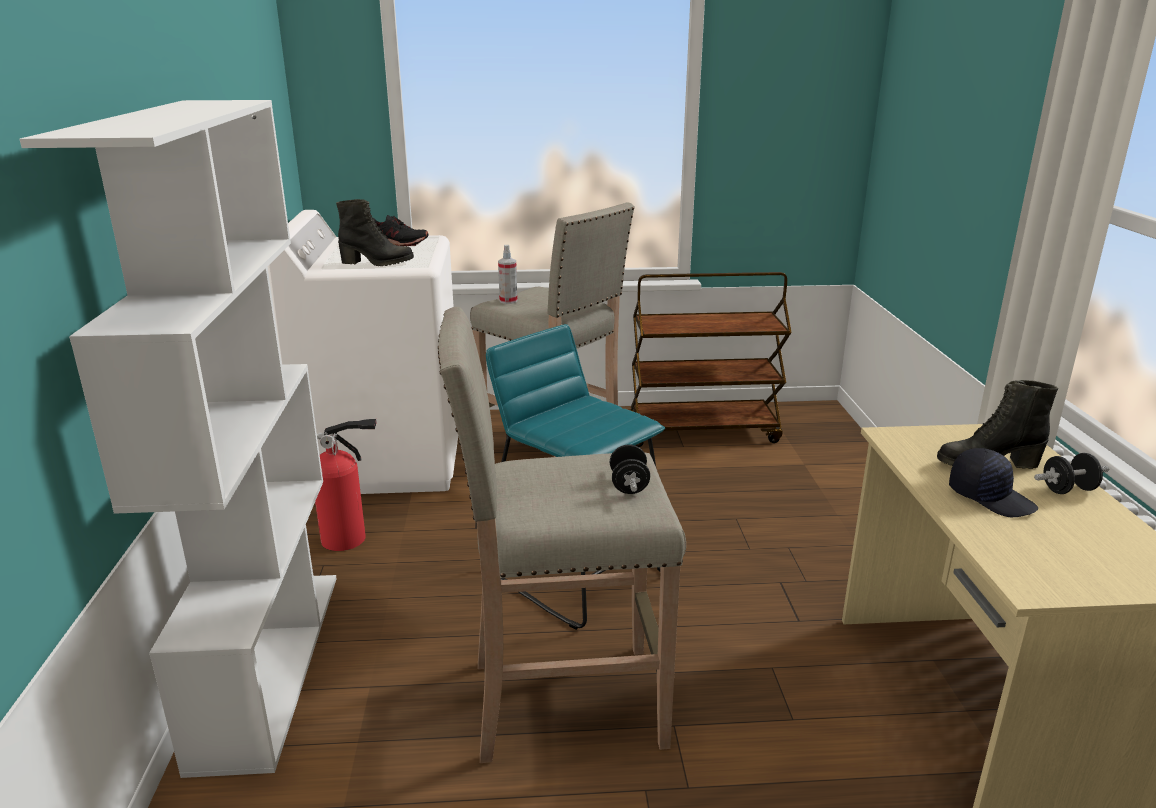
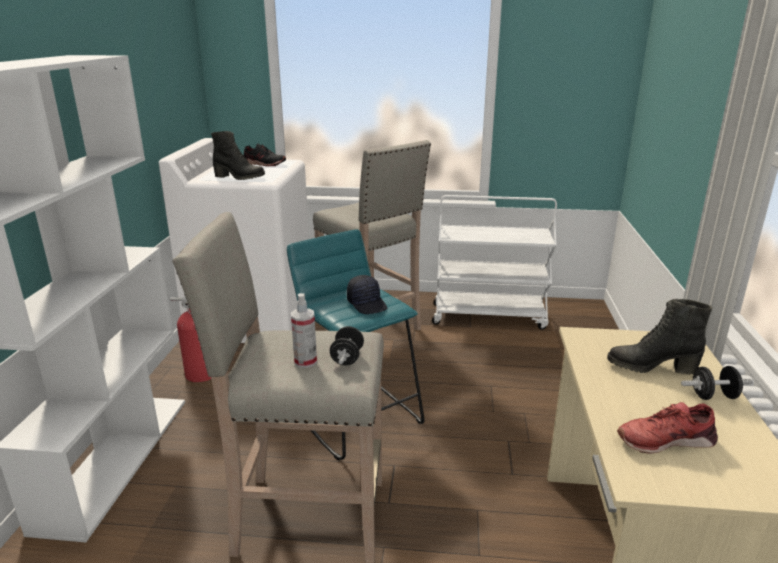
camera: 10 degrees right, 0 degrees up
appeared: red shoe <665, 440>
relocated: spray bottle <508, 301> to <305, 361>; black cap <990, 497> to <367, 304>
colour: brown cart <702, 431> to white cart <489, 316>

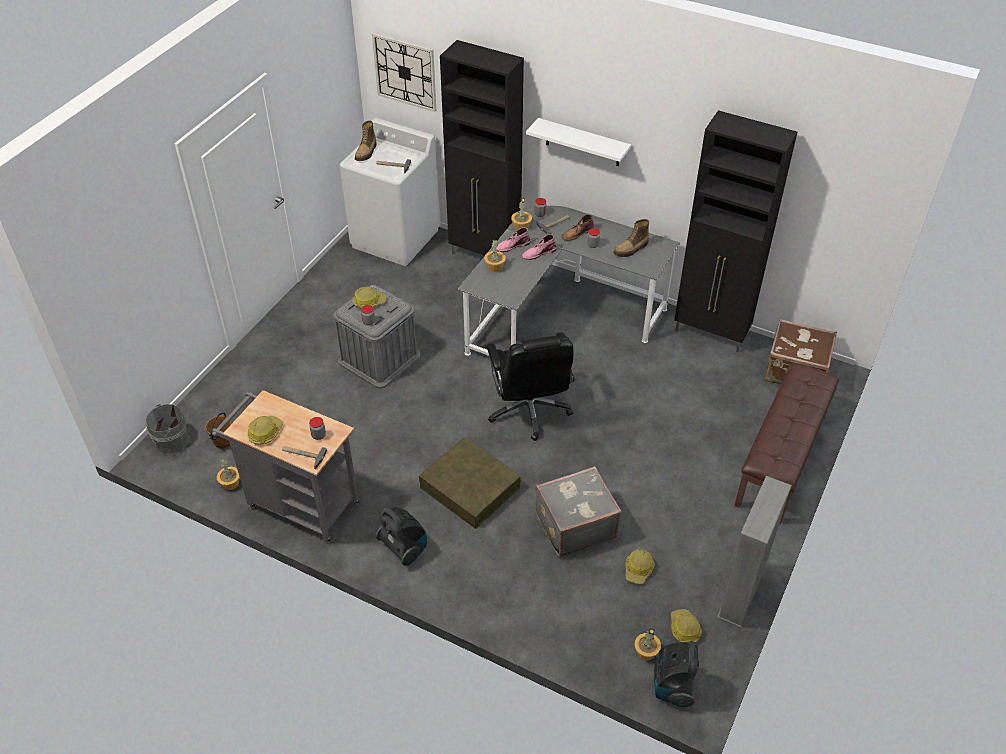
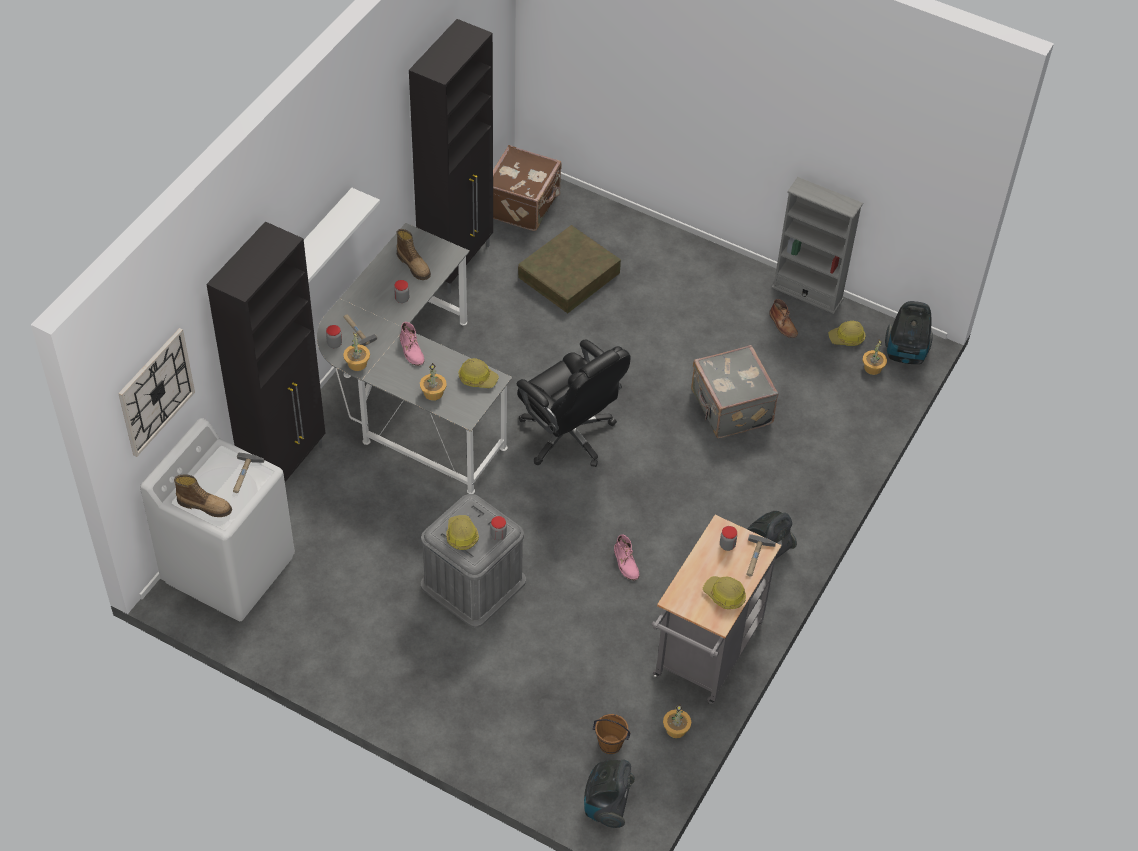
camera: 90 degrees left, 5 degrees up
missing: brown bench <782, 459>
relocated: brown storage box <470, 488> to <569, 275>; pink boot <512, 246> to <626, 563>; brown boot <577, 233> to <783, 324>; hard hat <638, 569> to <477, 378>
exchanged: grey bucket <170, 441> to vacuum cleaner <607, 805>
spun: black office chair <529, 410> = <569, 436> 60 degrees clockwise

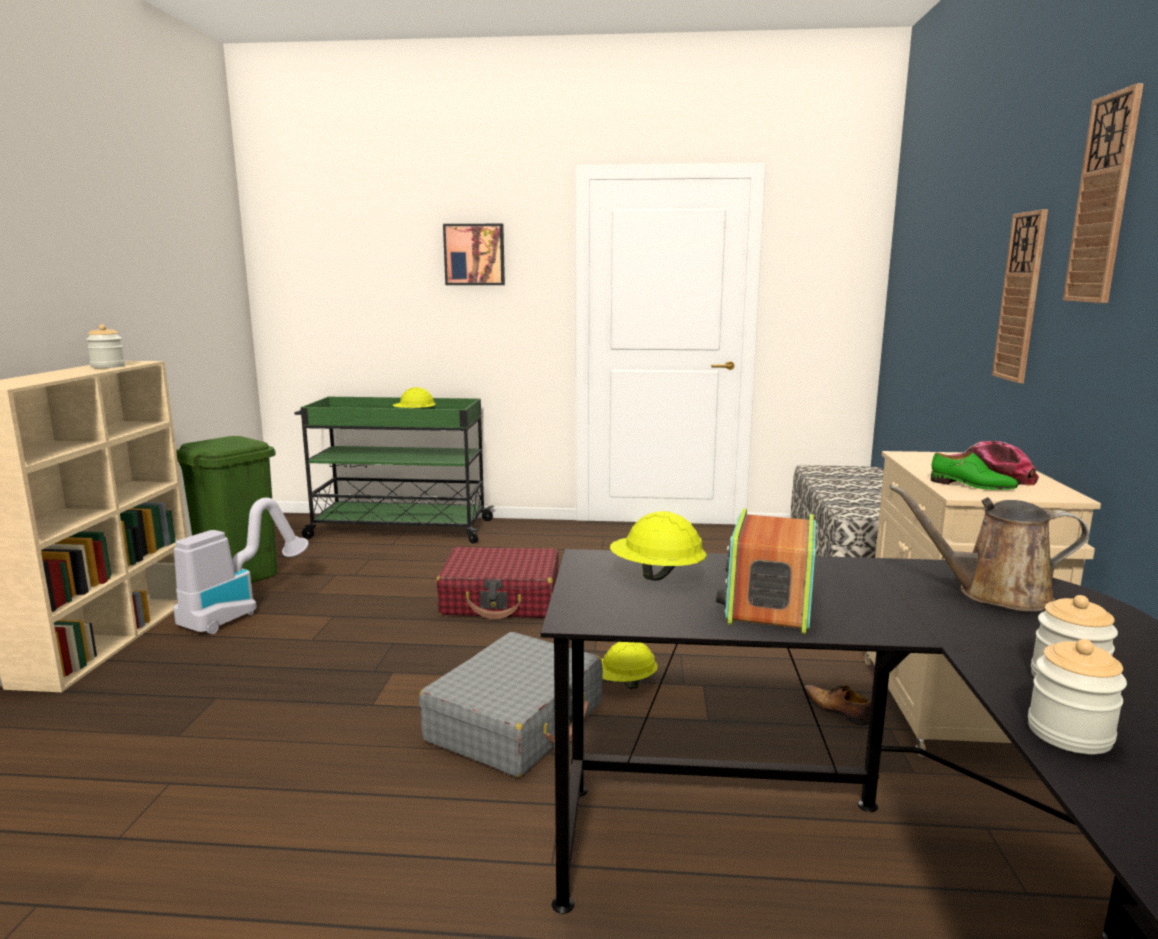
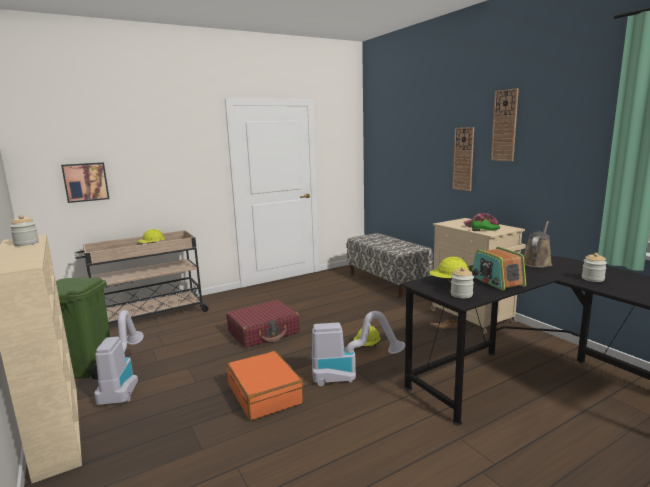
camera: 35 degrees left, 0 degrees up
appeared: orange suitcase <265, 394>
relocated: picture <474, 254> to <85, 182>; jar <1069, 734> to <461, 295>
exchanged: grey suitcase <516, 722> to vacuum cleaner <350, 375>
colour: green cart <398, 529> to beige cart <148, 316>
spun: brown watering can <994, 594> = <537, 262> 150 degrees clockwise

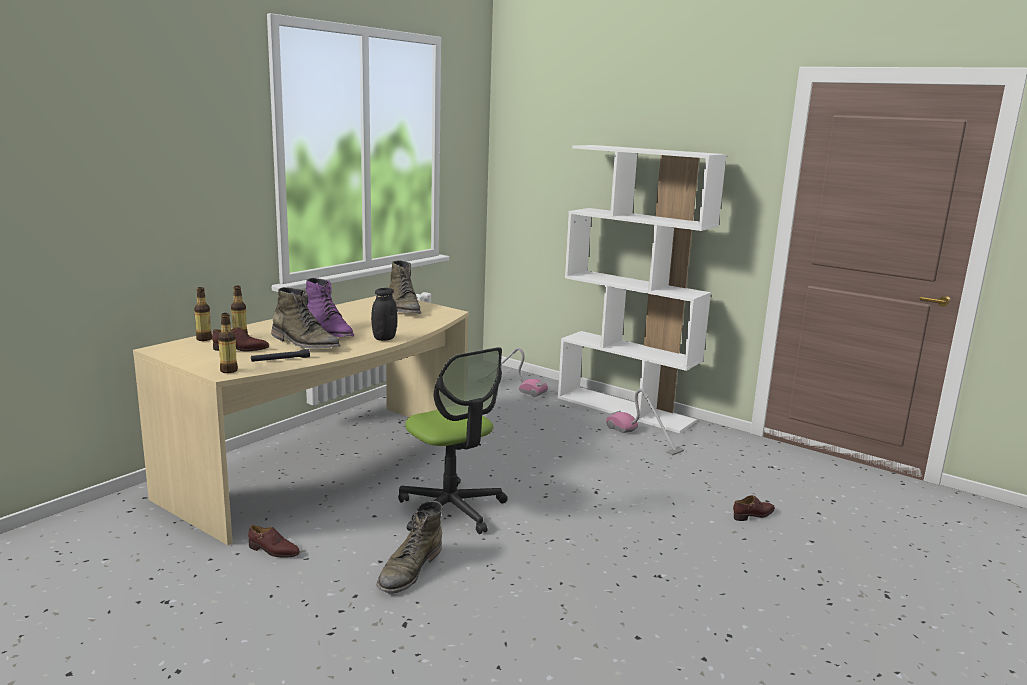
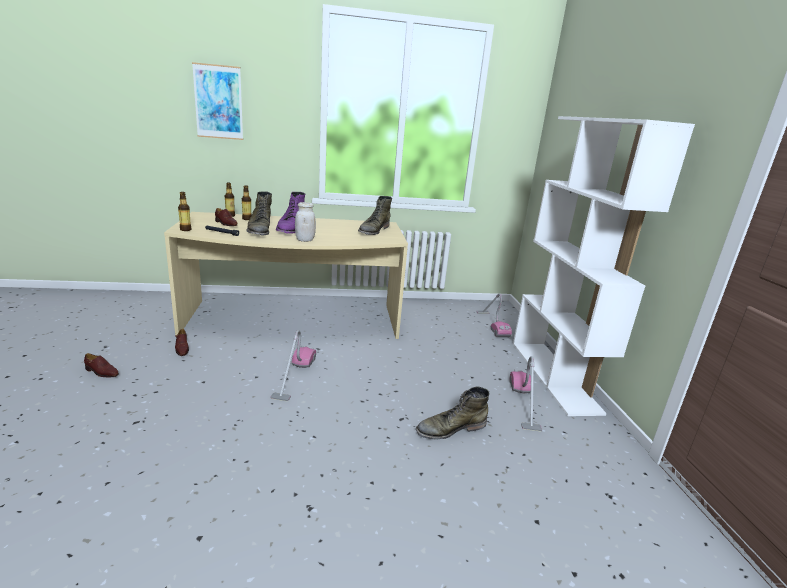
camera: 45 degrees right, 5 degrees up
appeared: picture <218, 102>
relocated: green boot <409, 570> to <450, 428>; brown shoe <754, 515> to <101, 372>
exchanged: office chair <451, 510> to vacuum cleaner <294, 376>
colour: black jar <384, 338> to white jar <305, 240>

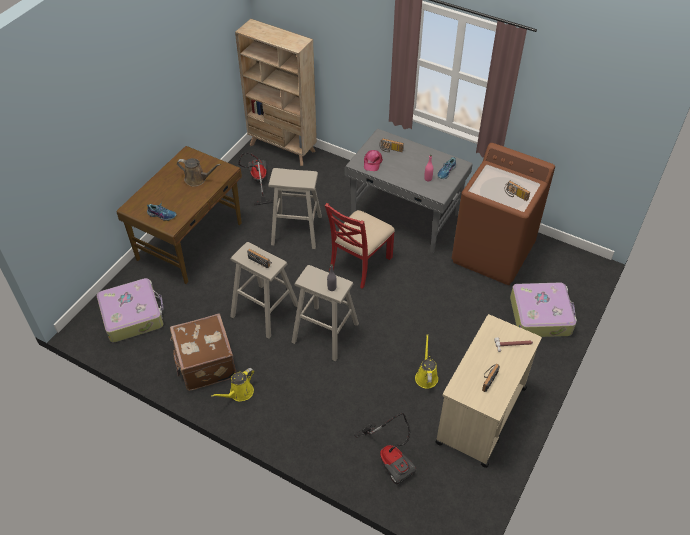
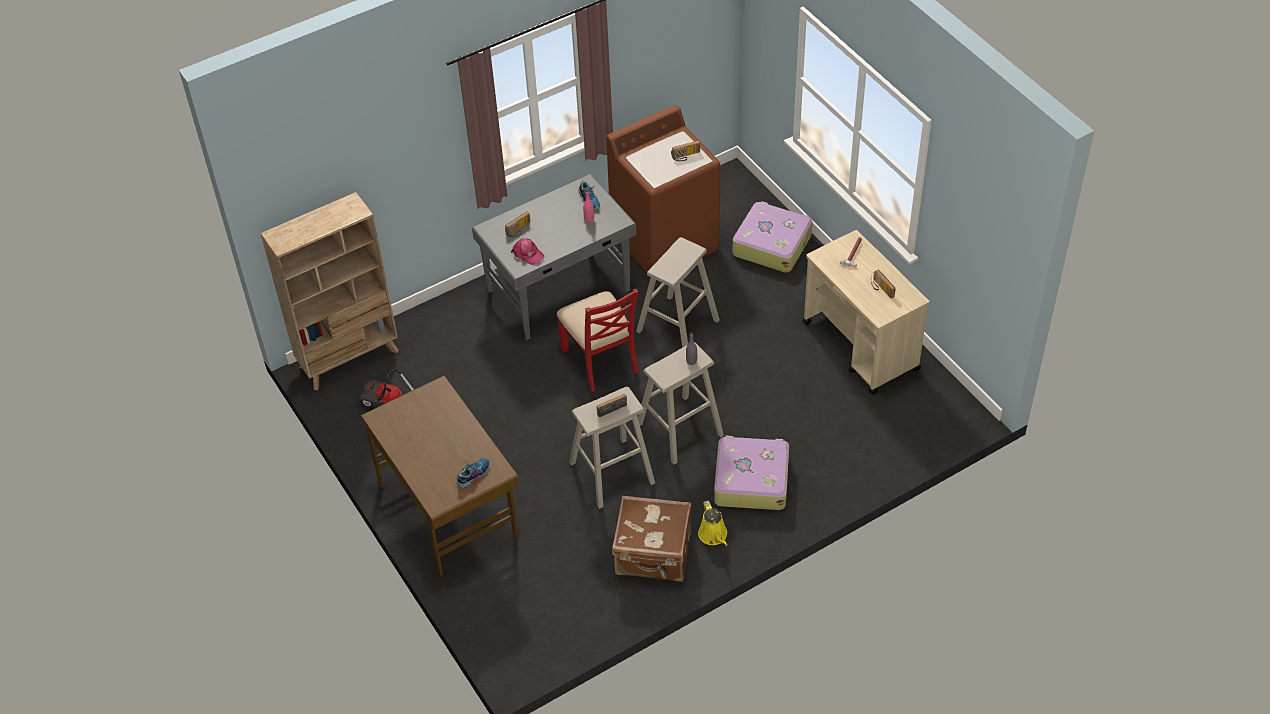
camera: 60 degrees left, 0 degrees up
missing: brown watering can <197, 179>; vacuum cleaner <391, 458>; yellow watering can <426, 376>
relocated: suitcase <132, 315> to <751, 480>; beige stool <296, 230> to <677, 326>

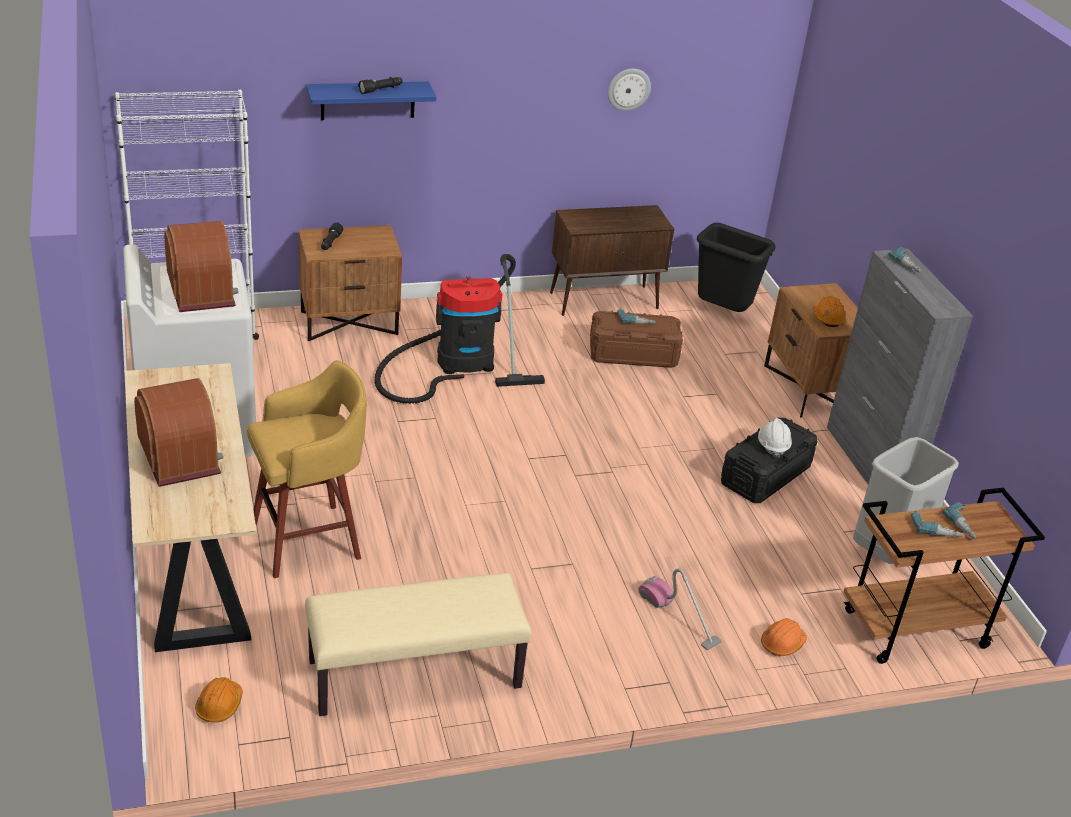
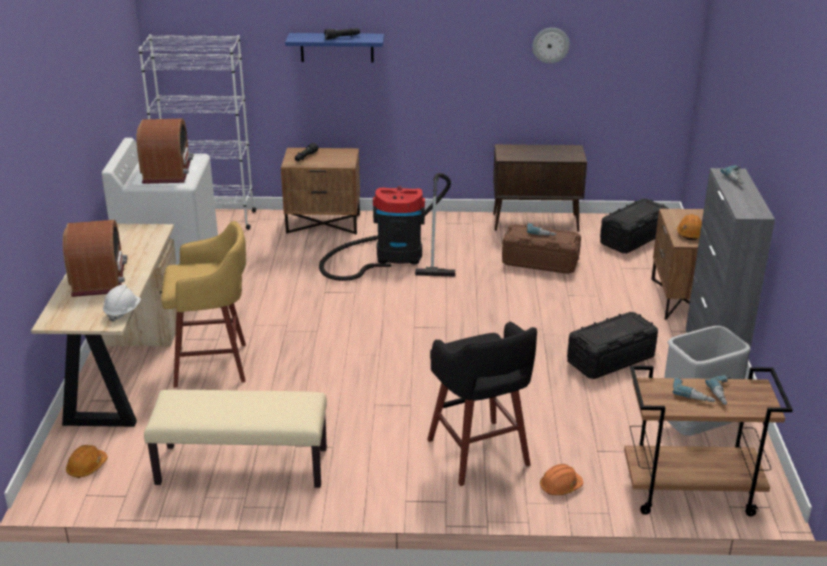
camera: 20 degrees right, 5 degrees down
relocated: white hard hat <772, 446> to <122, 312>
exchanged: vacuum cleaner <678, 617> to black stool <479, 454>; black trash can <721, 313> to black storage box <633, 238>

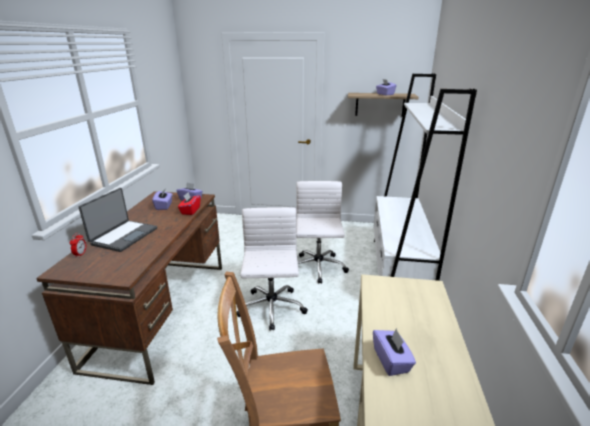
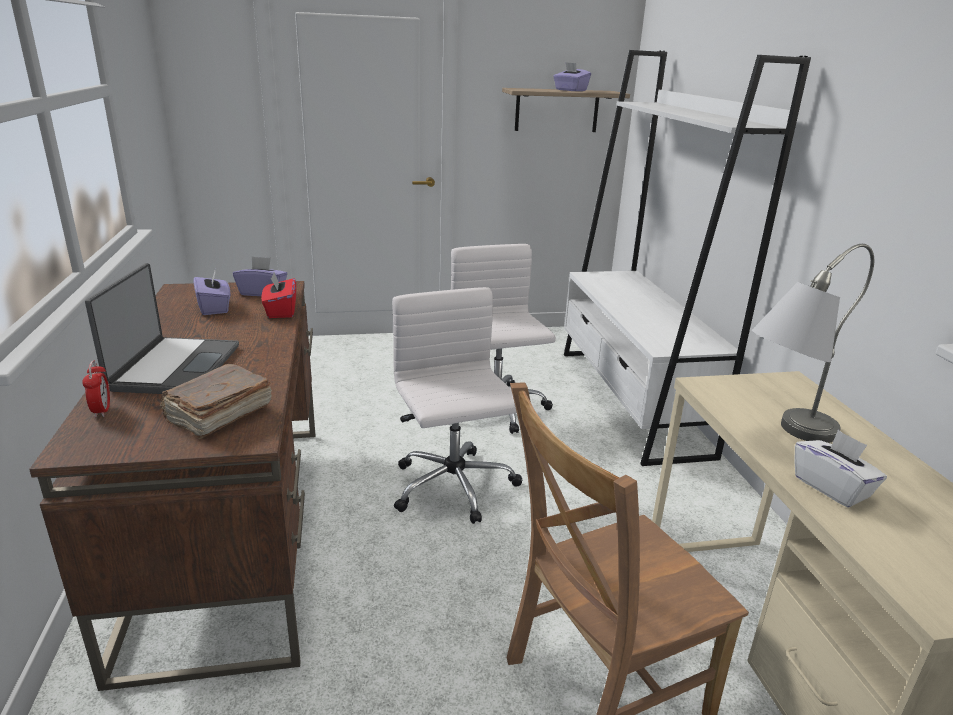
camera: 20 degrees left, 0 degrees up
appeared: brown book <218, 415>; grey table lamp <782, 436>
colour: purple tissue box <391, 361> to white tissue box <831, 487>

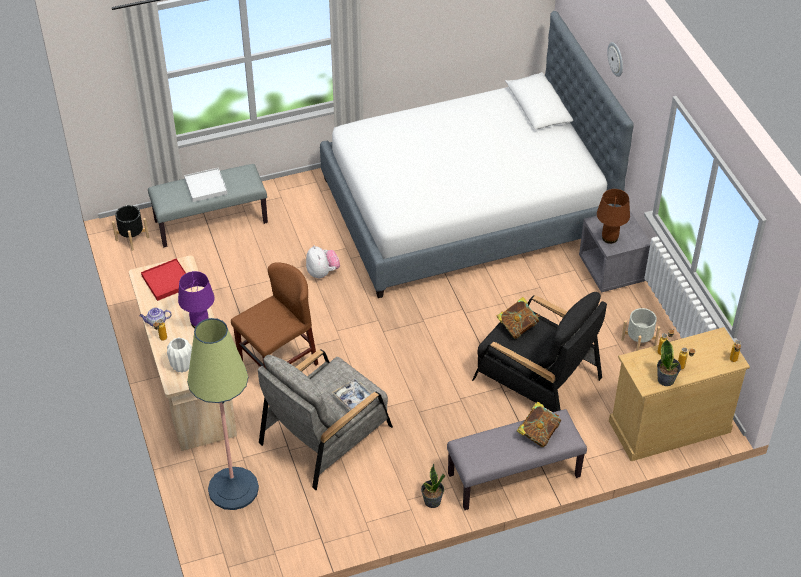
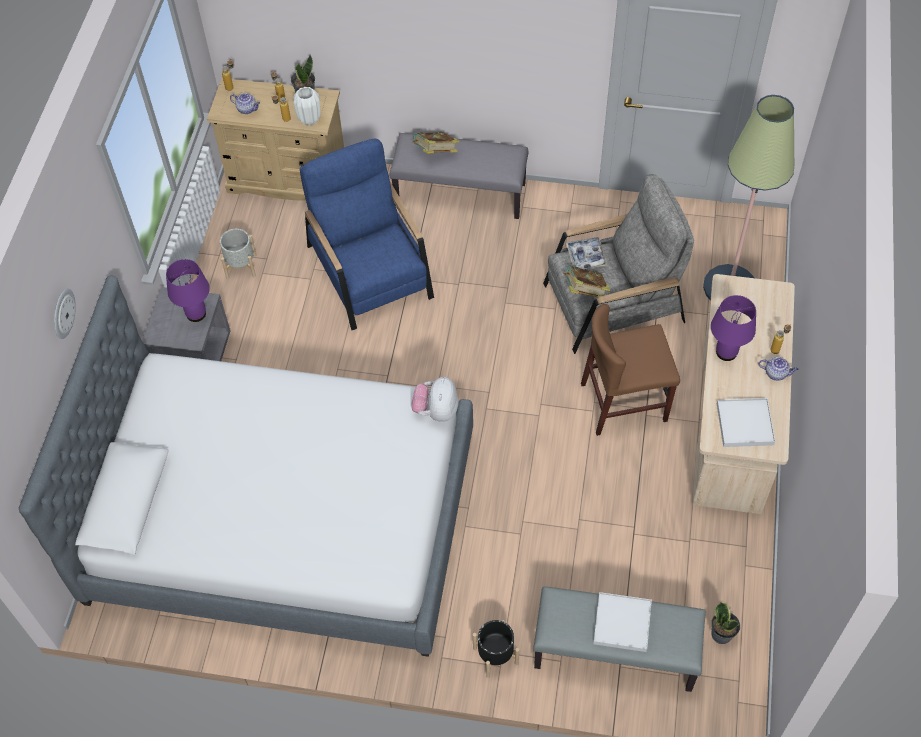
camera: 150 degrees left, 10 degrees up
appeared: teapot <247, 109>
relocated: black planter <132, 238> to <495, 656>; white vase <182, 367> to <309, 119>; plush toy <322, 272> to <436, 410>; potted plant <432, 501> to <722, 634>; book <517, 327> to <585, 292>
colour: red tray <167, 281> to white tray <745, 424>; black armchair <536, 379> to blue armchair <370, 272>; brown table lamp <610, 237> to purple table lamp <195, 314>

